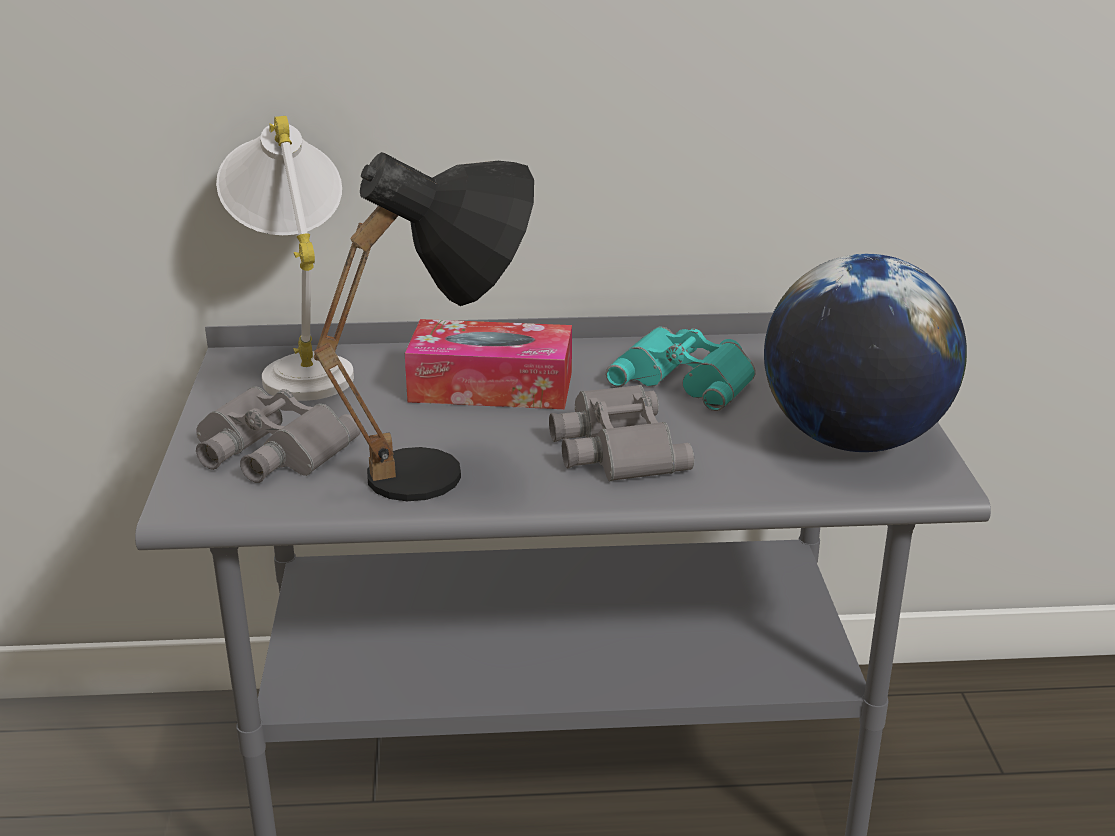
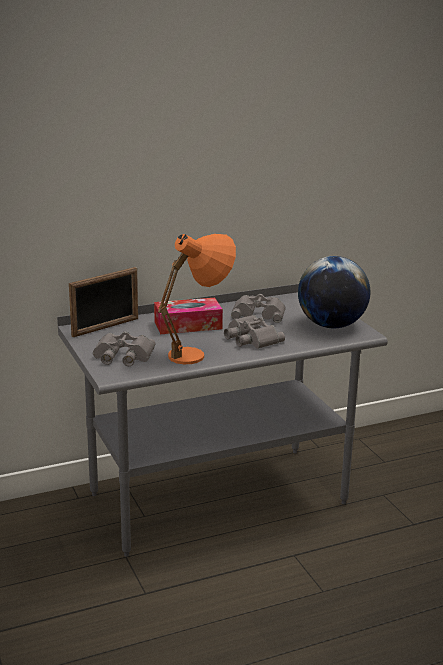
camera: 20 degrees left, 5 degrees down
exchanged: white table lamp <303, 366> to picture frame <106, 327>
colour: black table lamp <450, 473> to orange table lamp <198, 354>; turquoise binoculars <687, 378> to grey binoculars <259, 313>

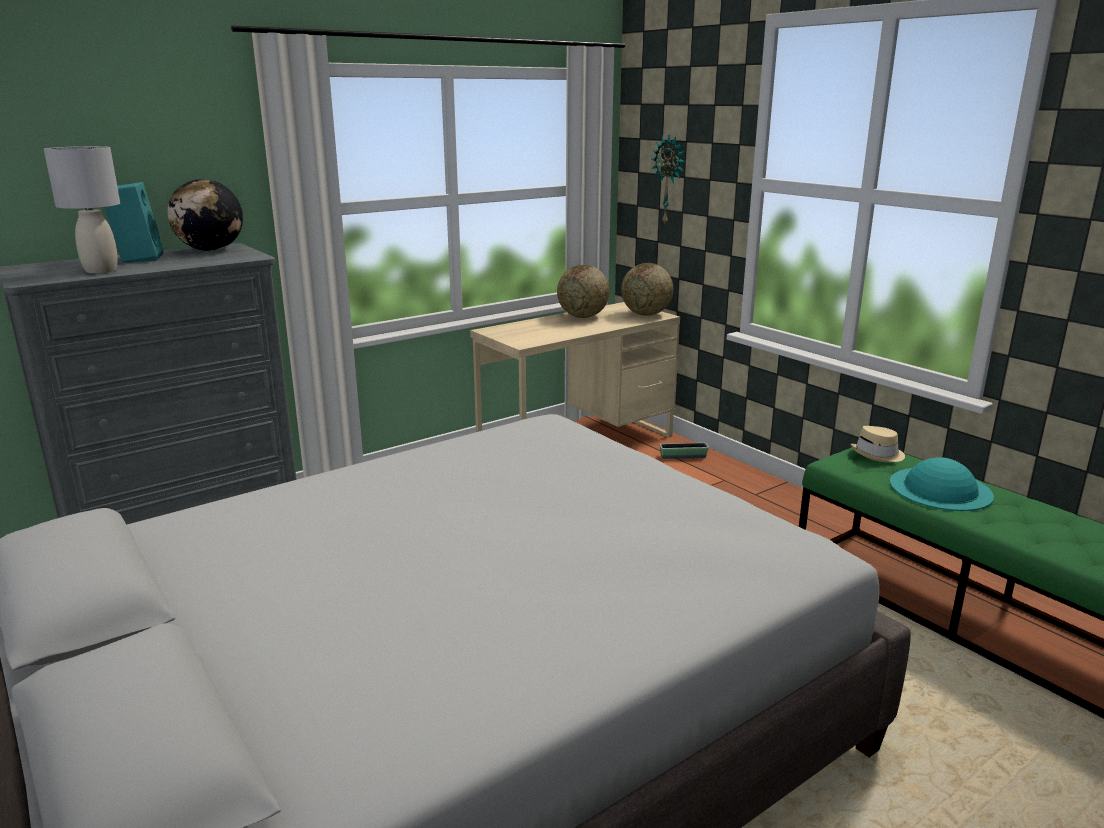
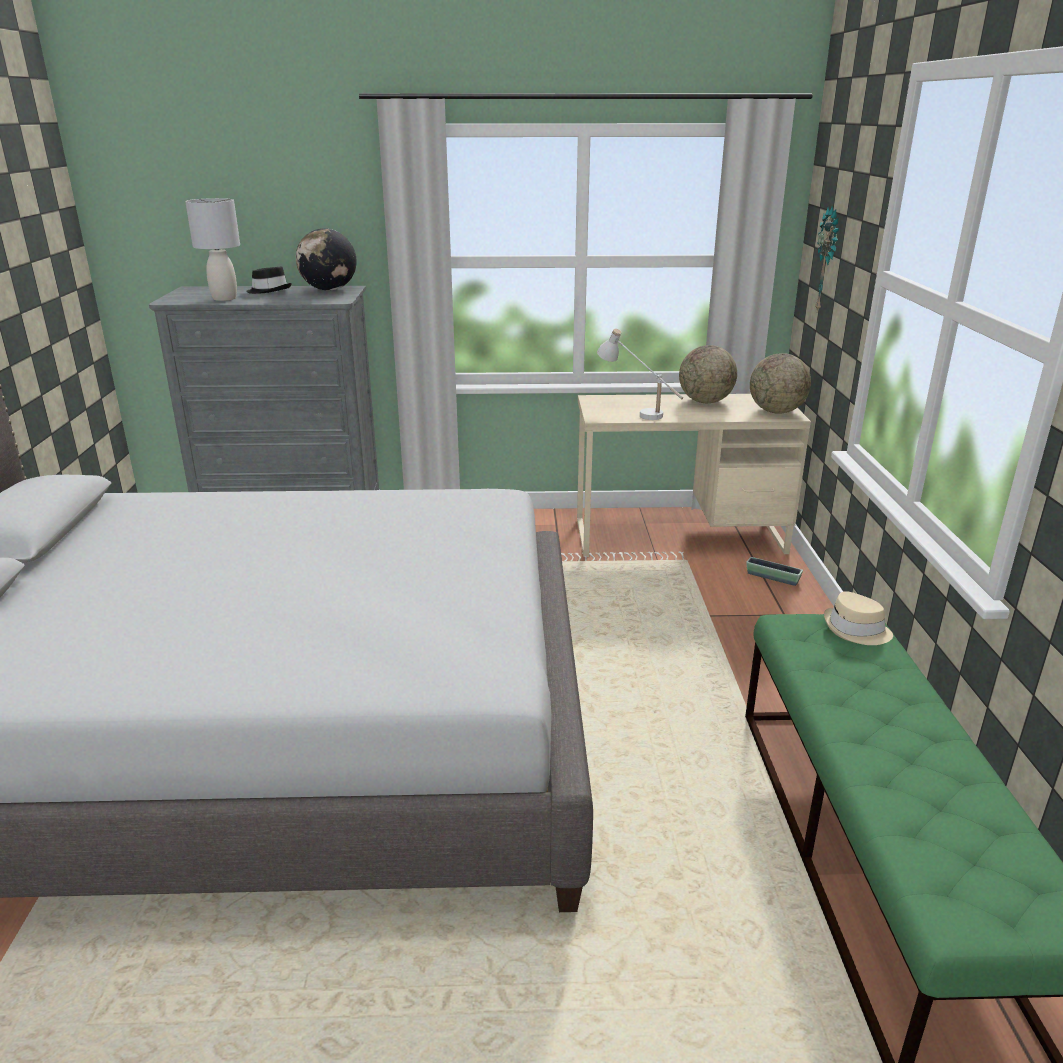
camera: 35 degrees right, 5 degrees up
missing: turquoise hat <940, 489>
appeared: white table lamp <637, 412>
exchanged: turquoise speaker <138, 258> to black hat <269, 291>

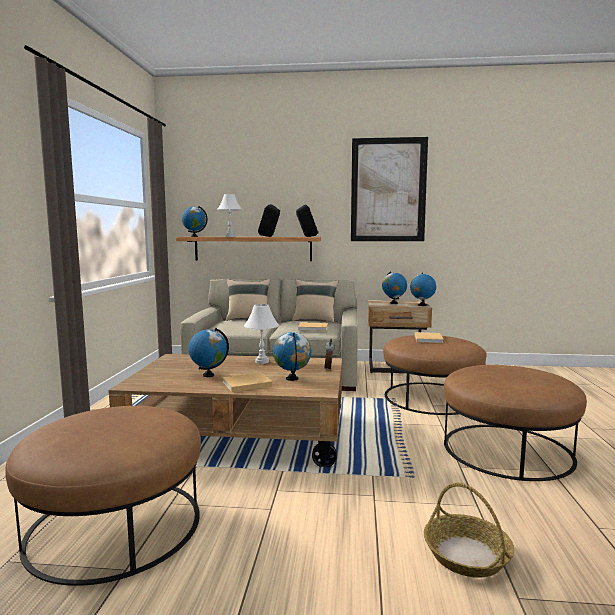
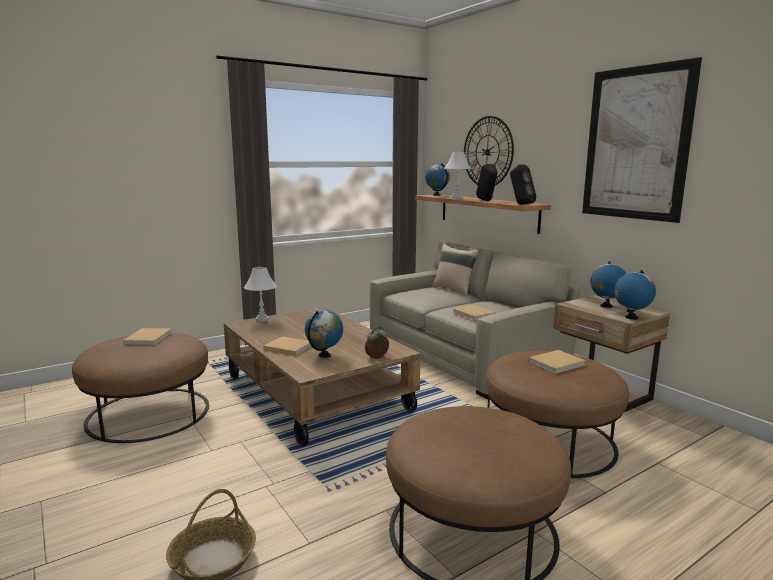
camera: 50 degrees right, 5 degrees up
missing: globe <208, 375>; beige pillow <315, 320>
appeared: beige book <149, 338>; wall clock <487, 152>
relocated: white table lamp <261, 362> to <262, 319>

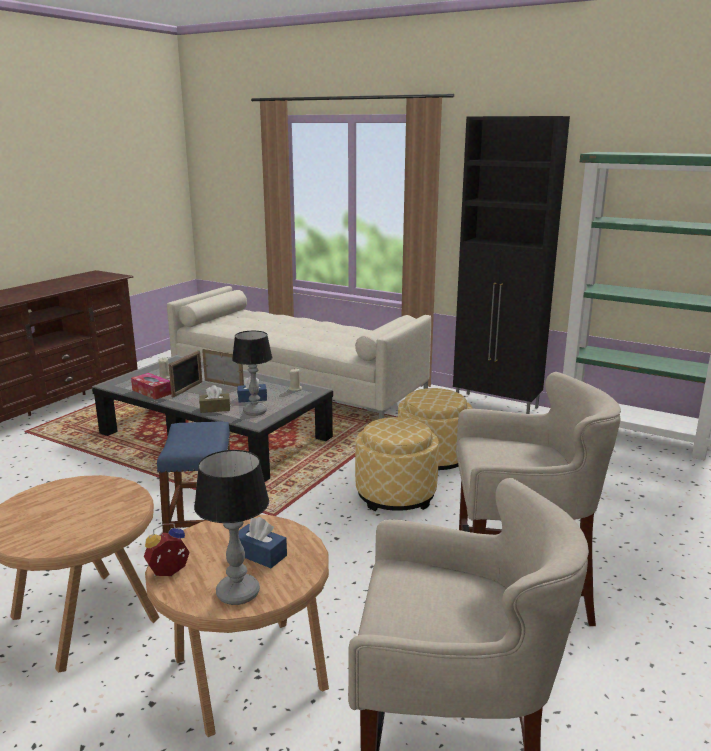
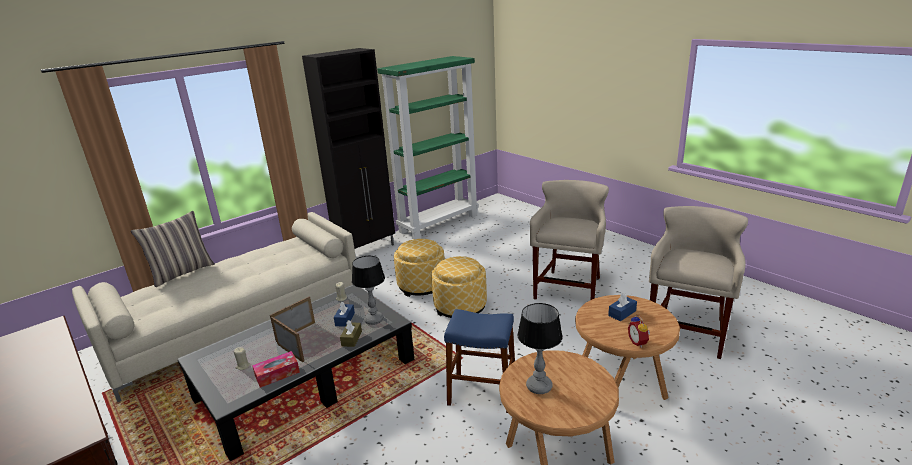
camera: 70 degrees left, 5 degrees up
appeared: pillow <182, 272>
relocated: table lamp <237, 594> to <539, 387>

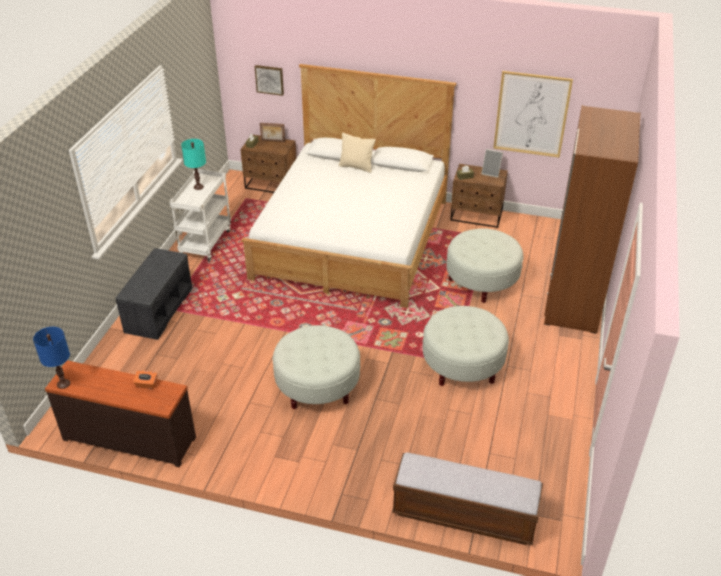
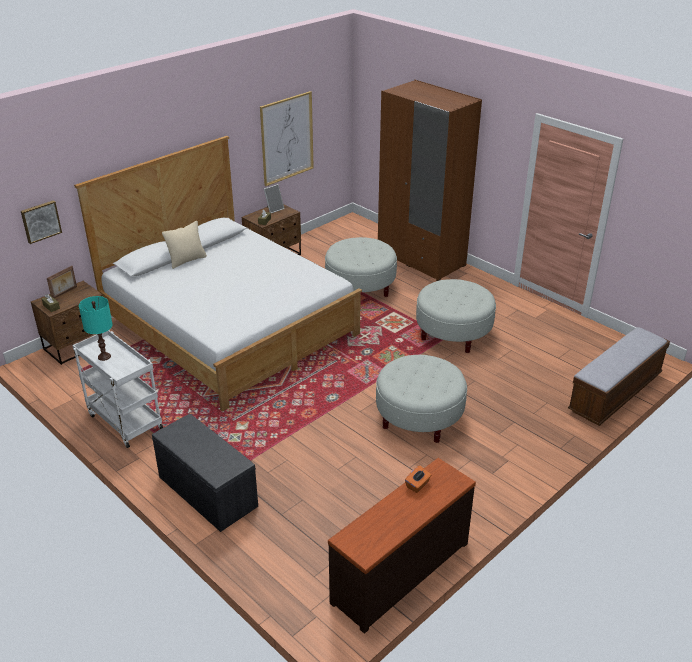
camera: 60 degrees left, 5 degrees down
missing: blue table lamp <63, 383>

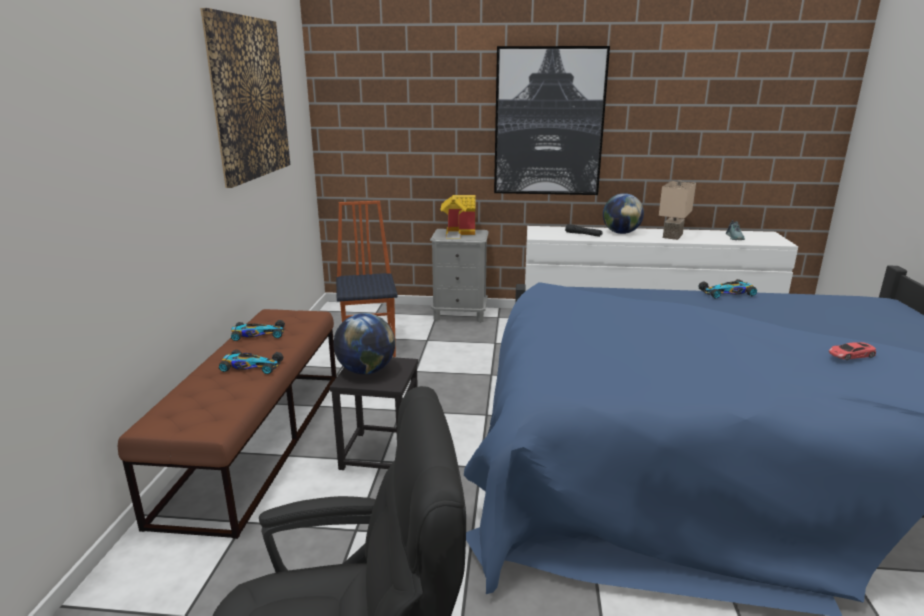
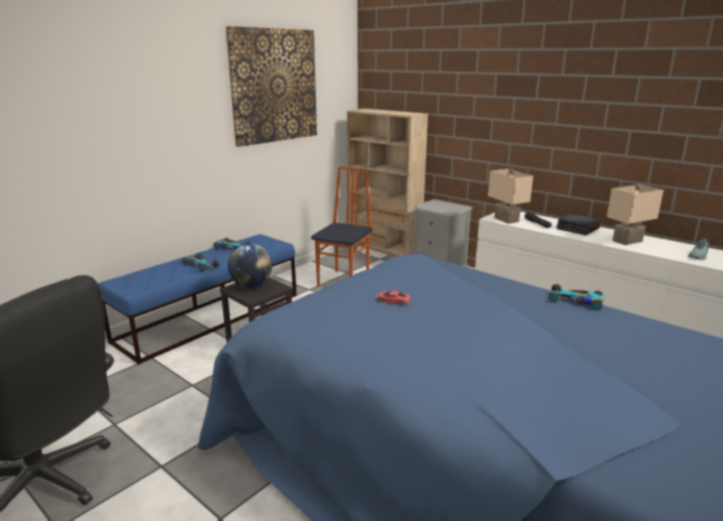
camera: 35 degrees right, 0 degrees up
missing: toy house <458, 233>; picture <549, 122>
appeared: beige bookcase <384, 258>; beige table lamp <507, 220>
relocated: red toy car <851, 355> to <392, 300>
exchanged: globe <621, 233> to alarm clock <578, 229>
colour: brown bench <257, 440> to blue bench <211, 317>

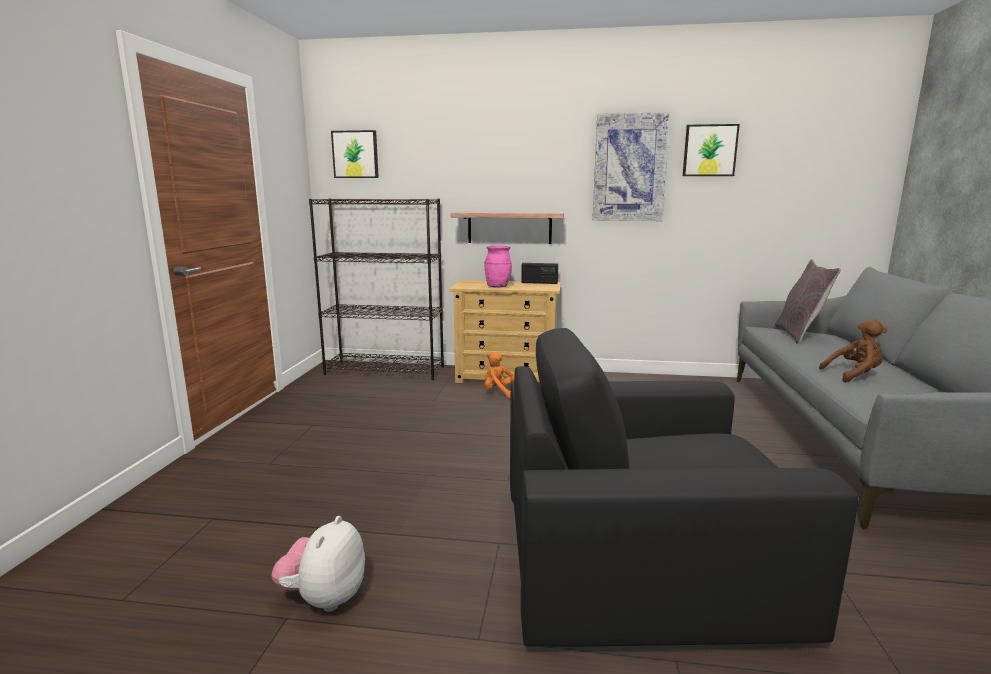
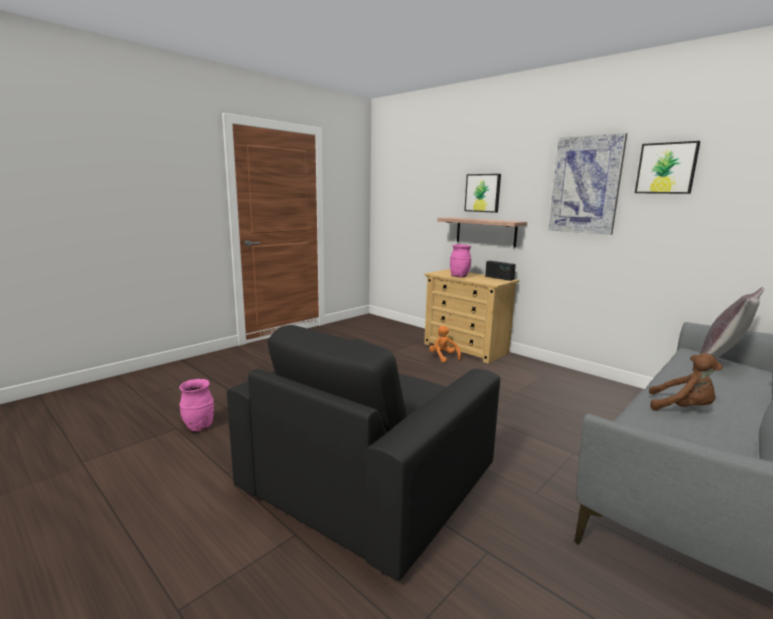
camera: 35 degrees right, 0 degrees up
missing: black bookcase <385, 370>
relocated: picture <355, 154> to <483, 193>
exchanged: plush toy <324, 598> to pink vase <199, 427>
spun: black armchair <639, 554> = <370, 477> 90 degrees counterclockwise

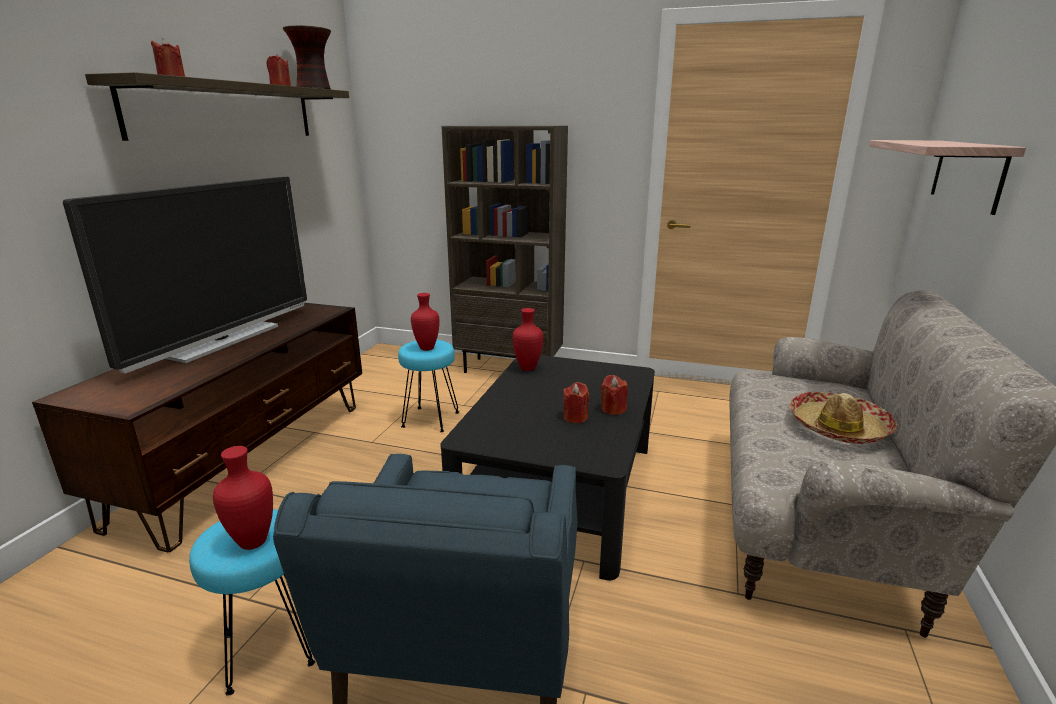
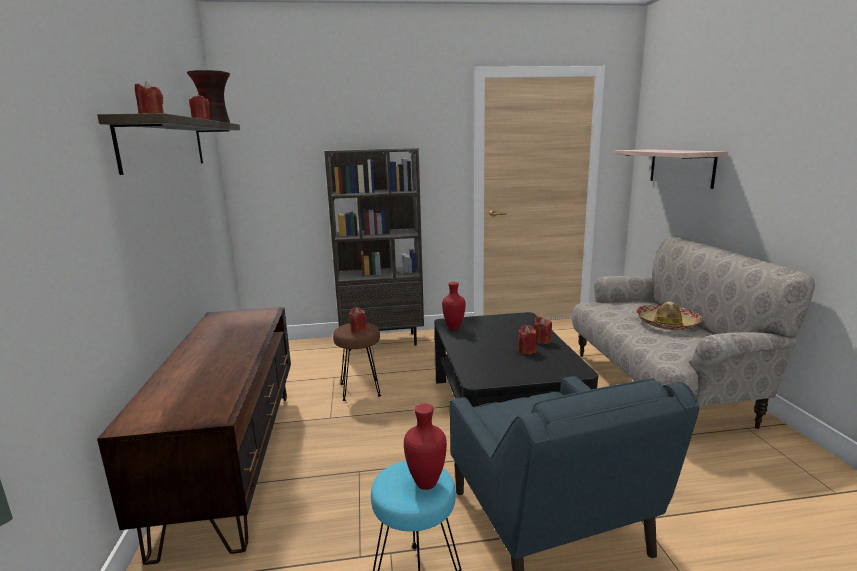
camera: 25 degrees left, 5 degrees down
missing: television <222, 341>
exchanged: red vase <426, 348> to red candle <358, 329>
colour: turquoise stool <431, 419> to brown stool <360, 389>

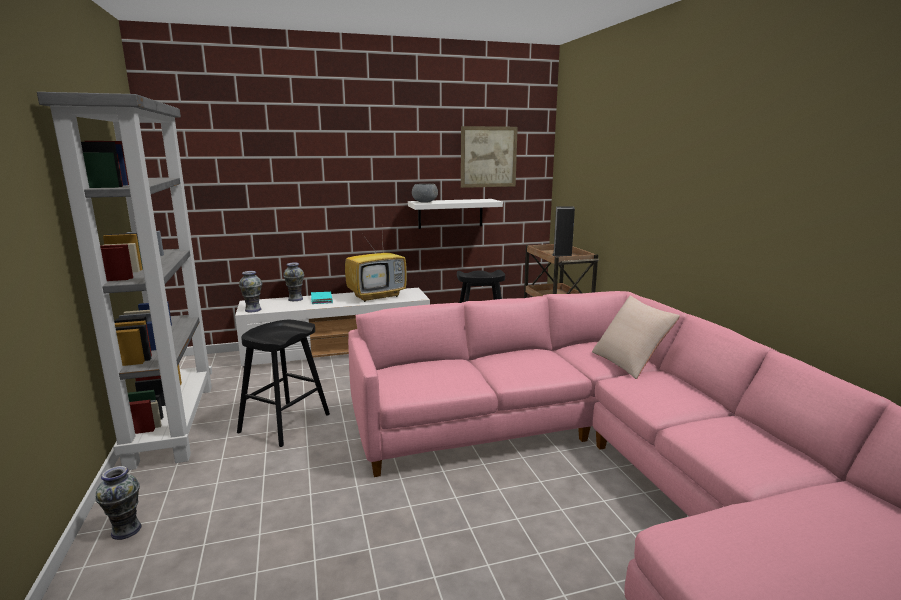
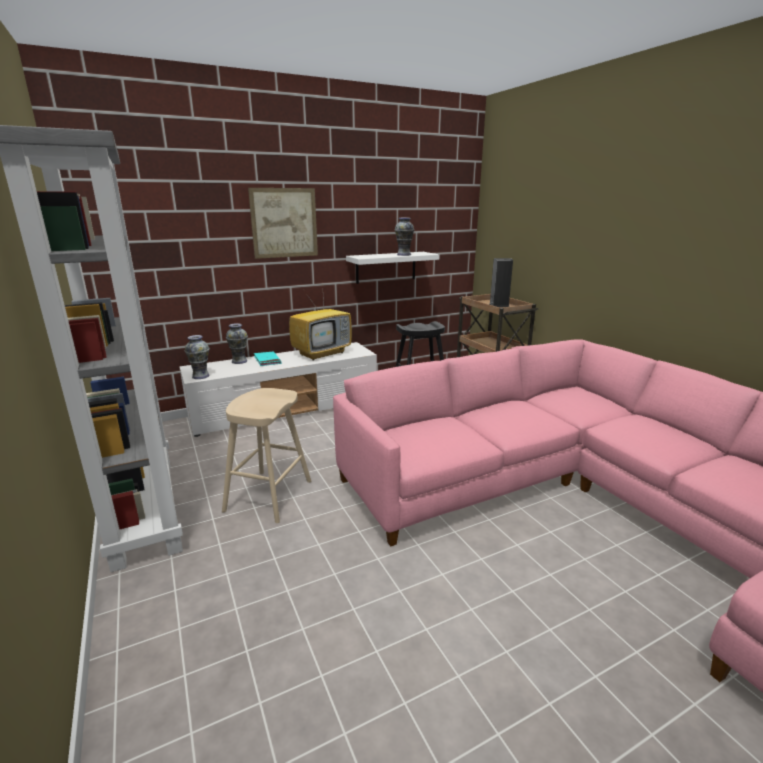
camera: 10 degrees left, 5 degrees up
missing: grey bowl <424, 202>; beige pillow <630, 362>
relocated: vase <126, 530> to <404, 254>; picture <488, 157> to <284, 223>
colour: black stool <284, 423> to beige stool <268, 496>

